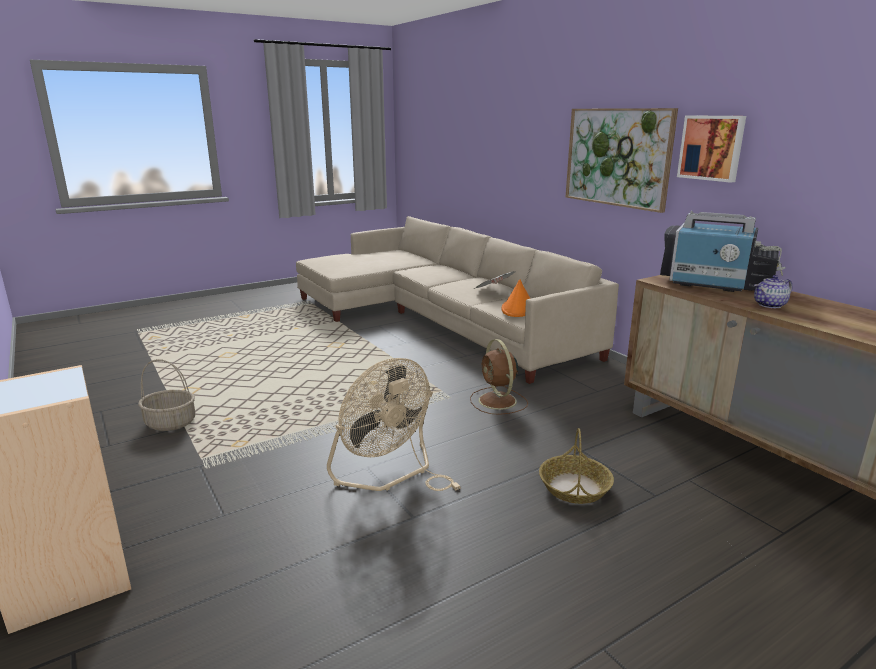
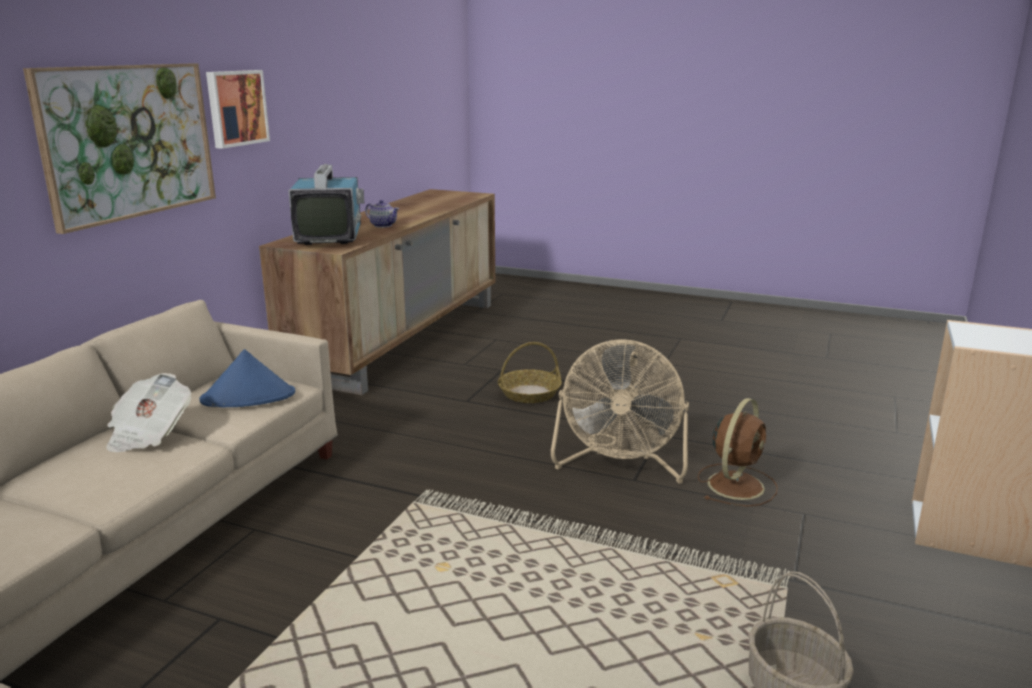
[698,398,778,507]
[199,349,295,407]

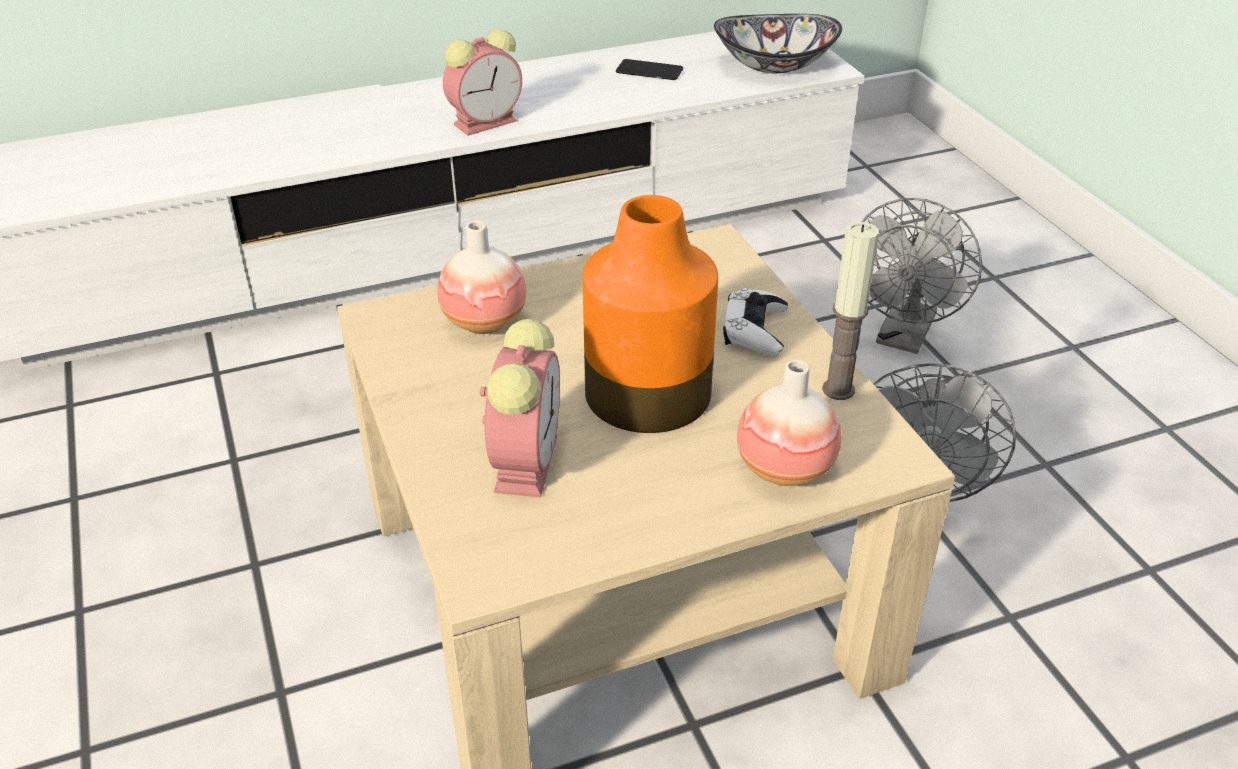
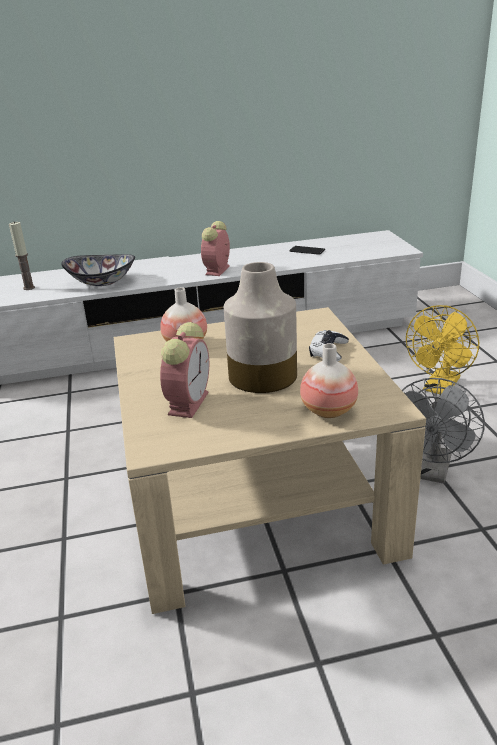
[61,254,135,286]
[9,222,35,290]
[224,262,297,393]
[406,305,479,394]
[201,221,230,276]

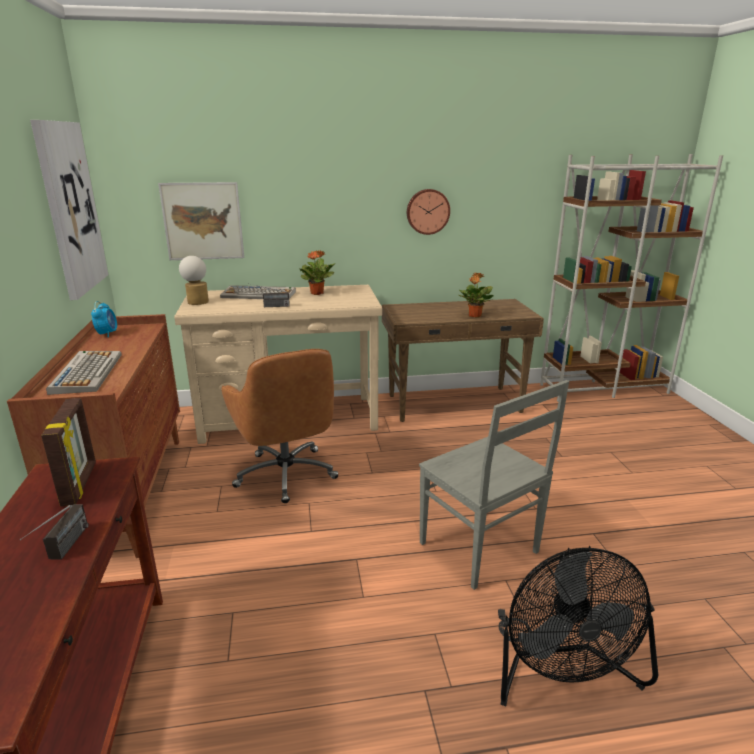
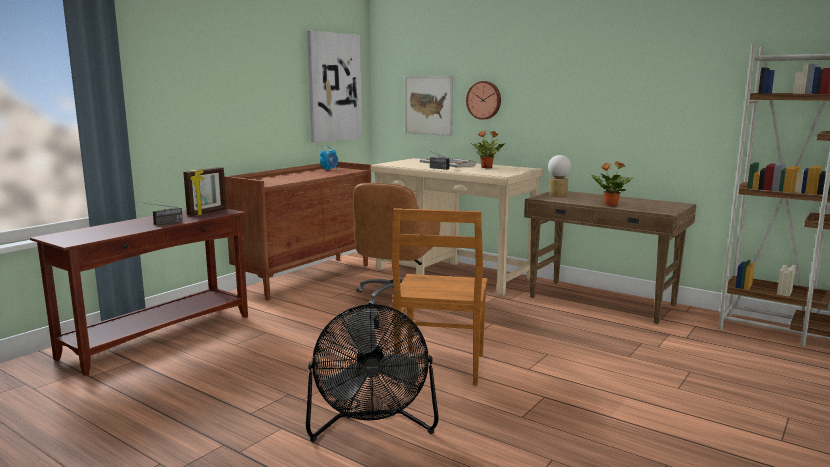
[46,351,121,395] (first image)
[548,155,571,197]
[466,81,501,120]
[392,208,487,385]
[306,304,439,442]

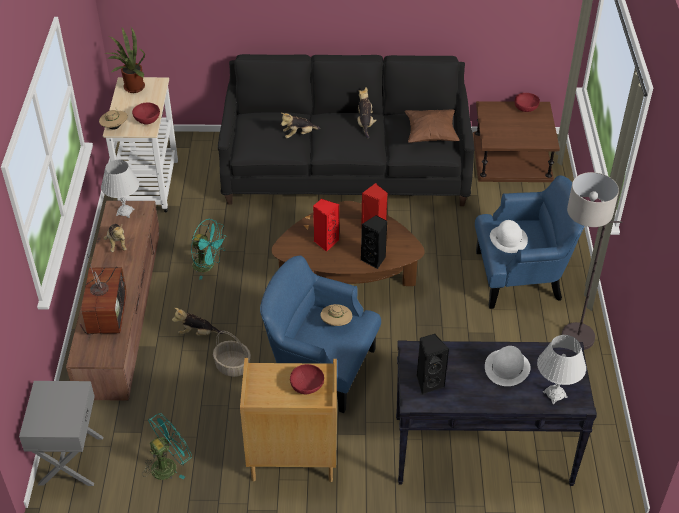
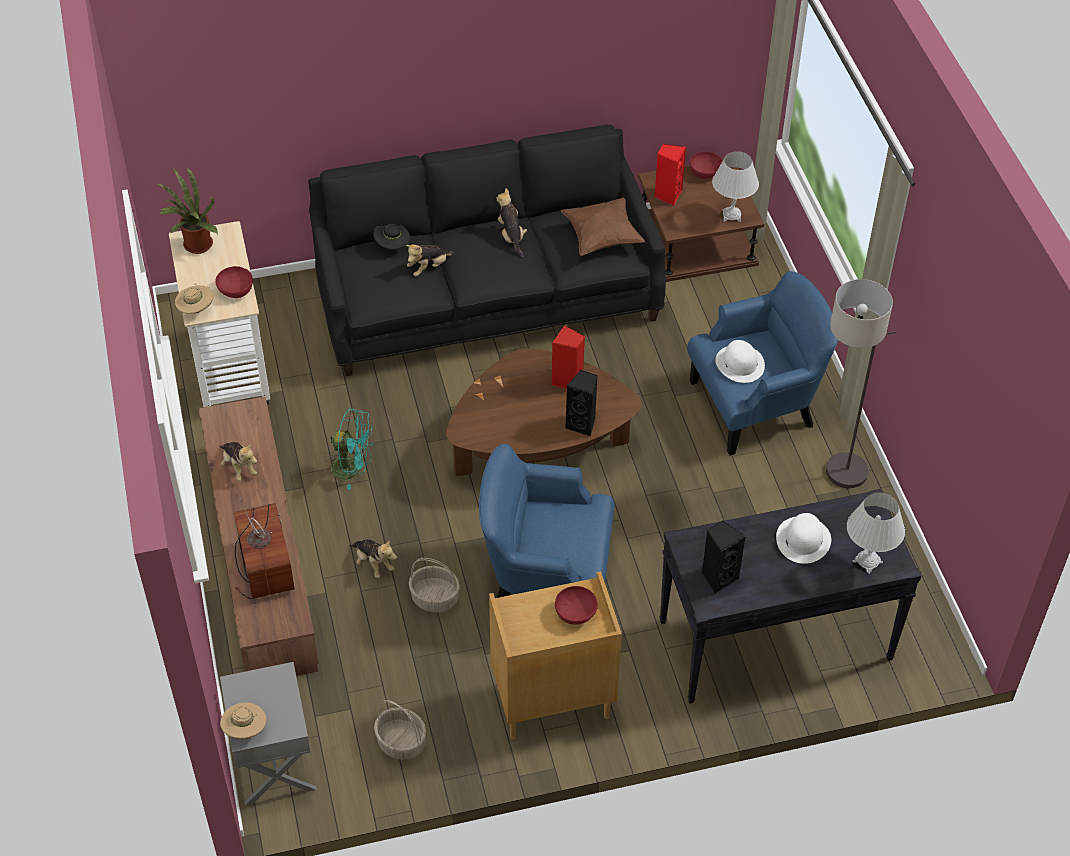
[373,224,410,250]
[712,151,759,222]
[654,144,686,206]
[220,702,267,739]
[374,700,426,760]
[349,540,397,578]

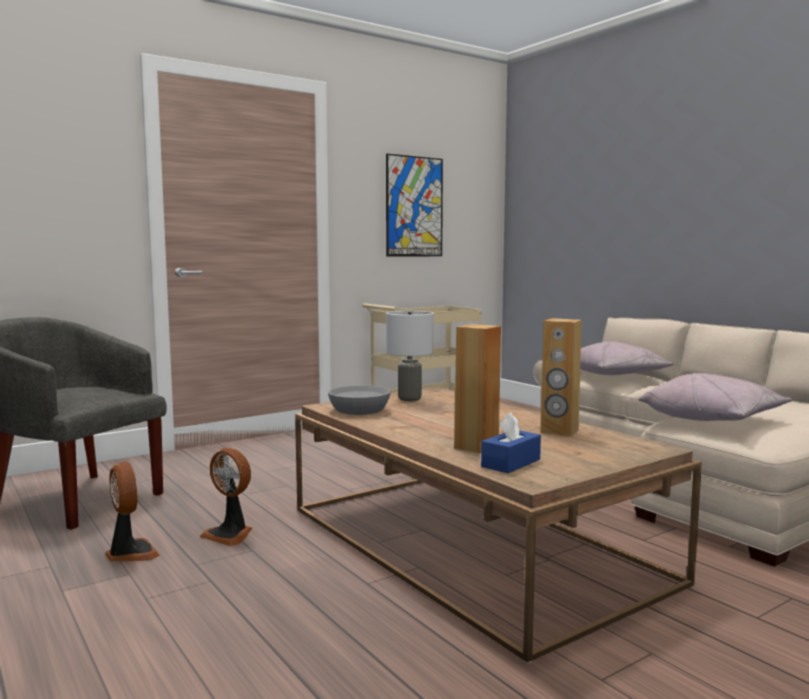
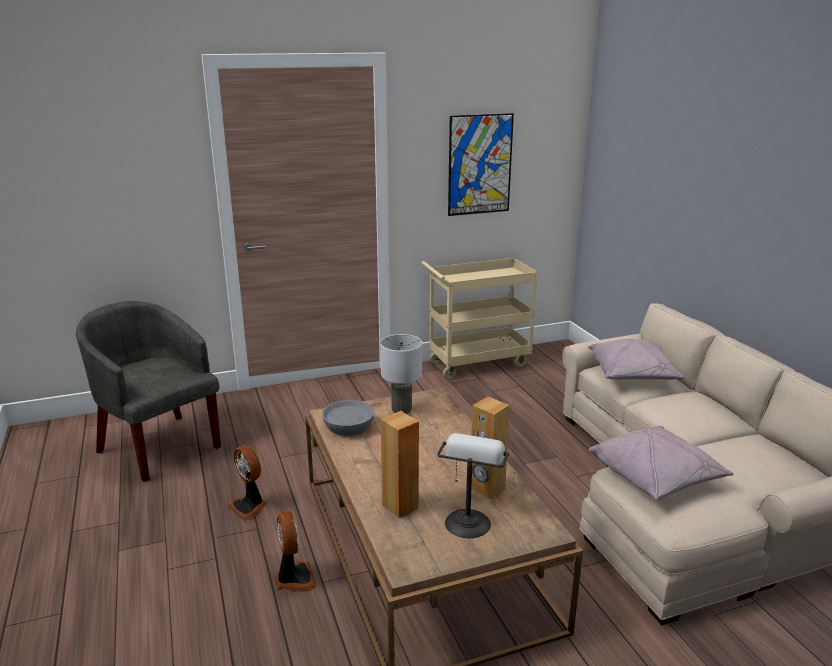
[481,412,541,473] (first image)
[437,433,509,538]
[275,511,317,592]

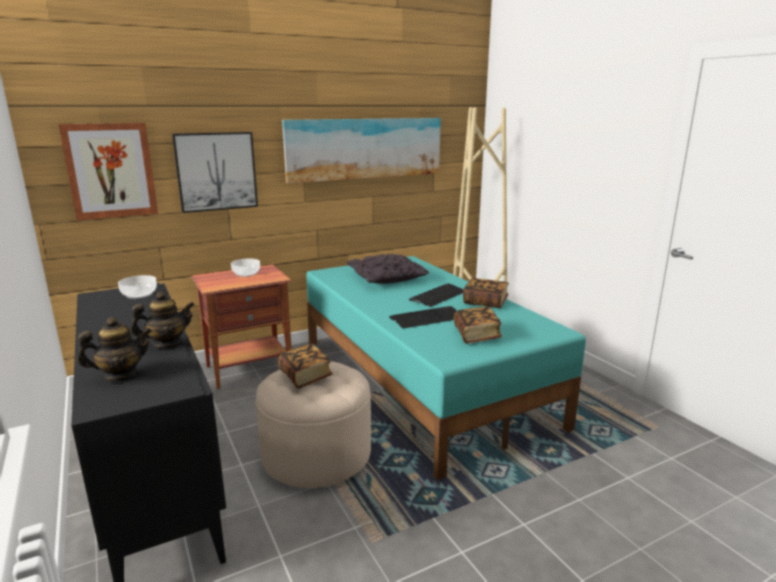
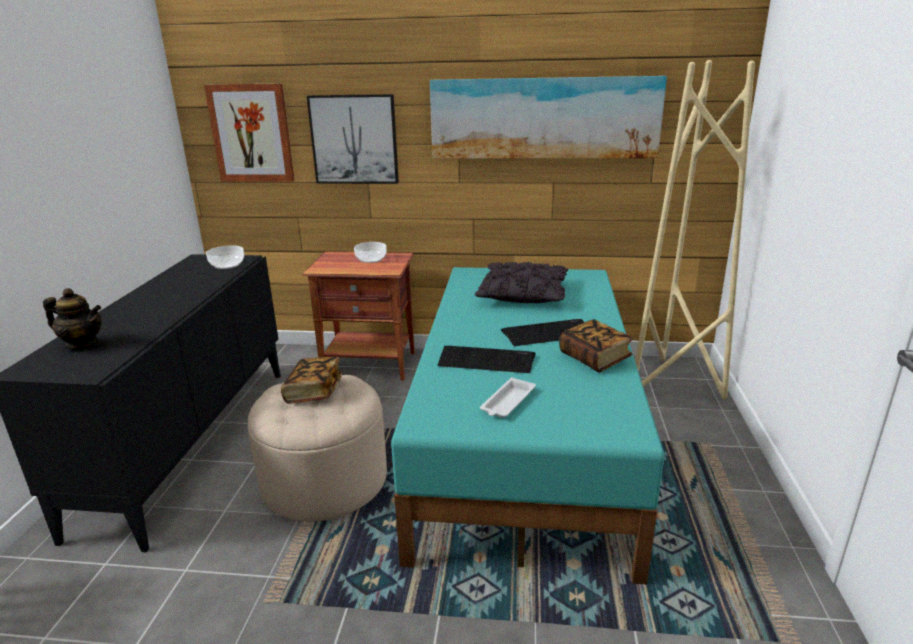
[131,292,195,349] (first image)
[480,377,536,418]

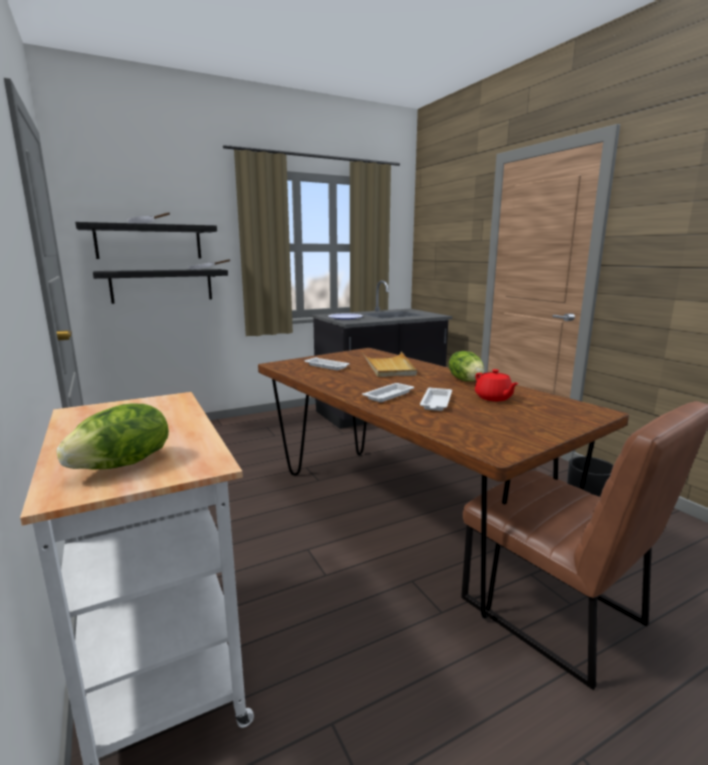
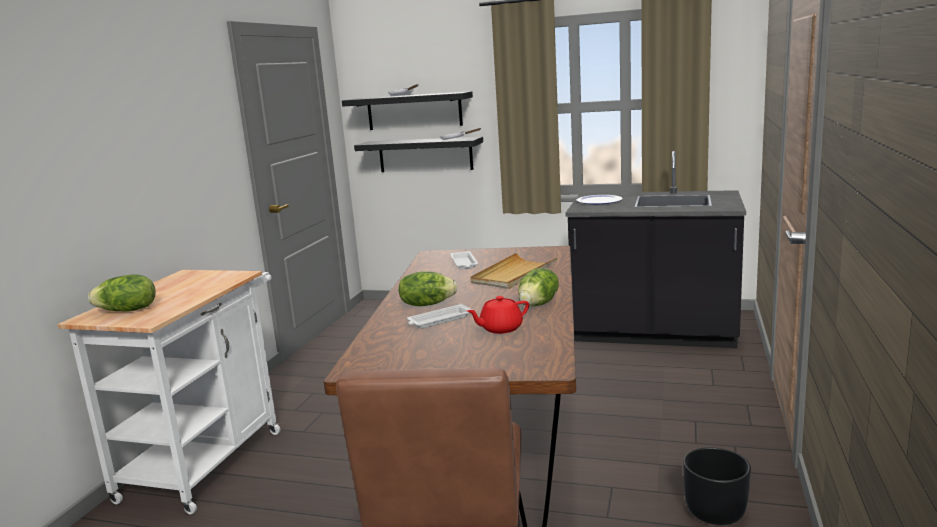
[399,271,457,306]
[467,296,529,334]

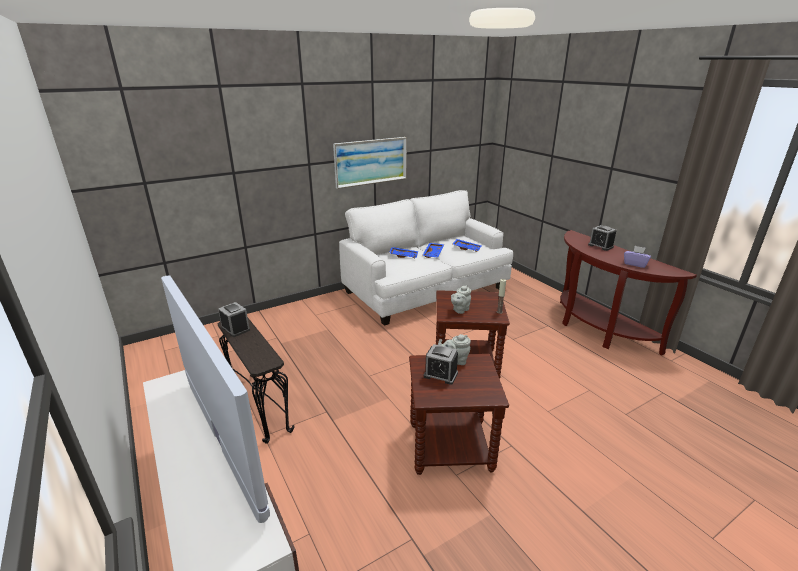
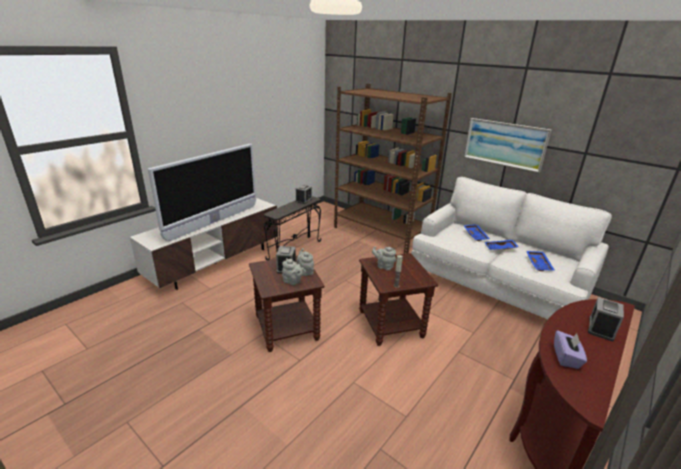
[282,258,306,285]
[334,84,452,254]

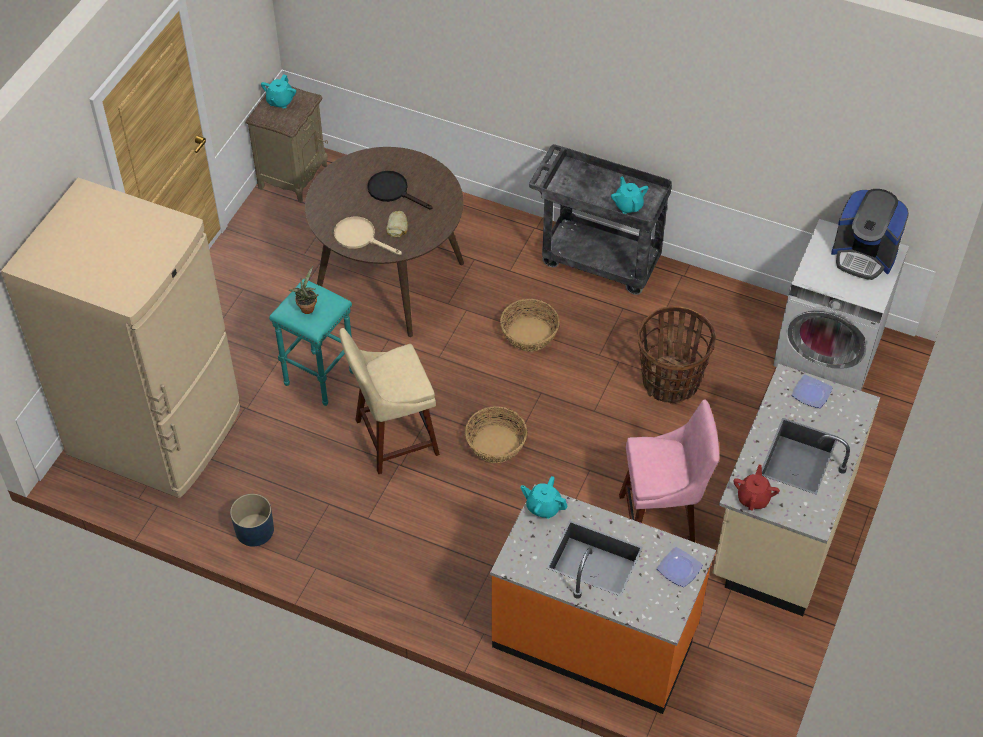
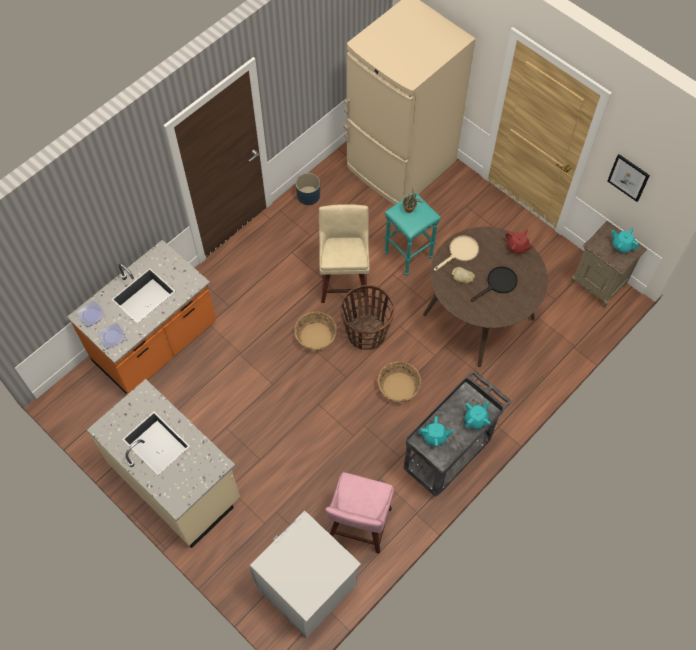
[831,189,909,280] (first image)
[607,154,650,202]
[465,401,490,429]
[325,472,394,554]
[340,285,394,350]
[505,229,534,255]
[76,301,106,327]

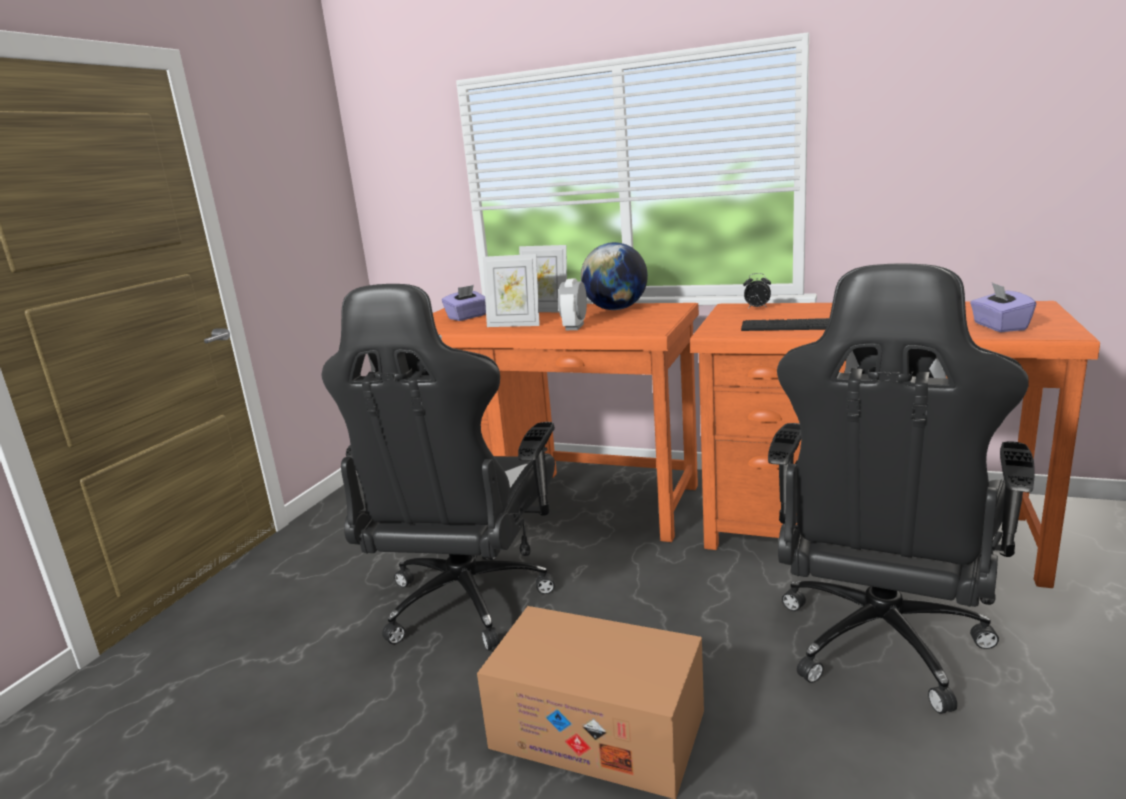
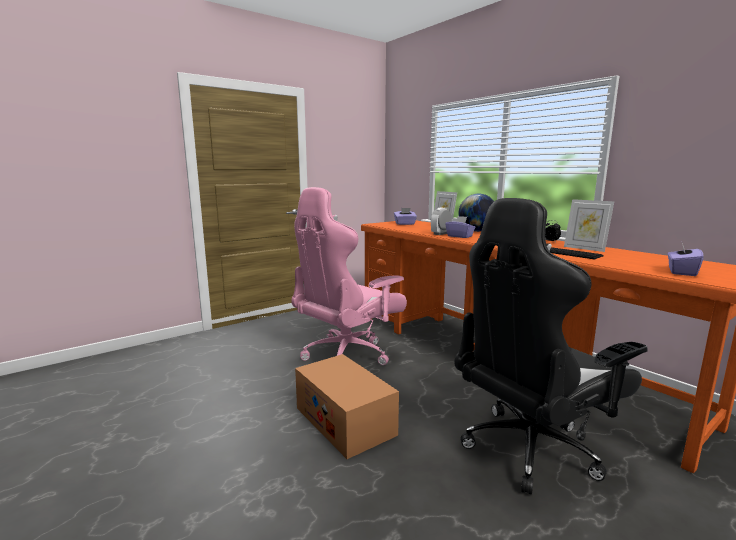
[446,216,475,238]
[564,199,614,252]
[291,187,407,365]

